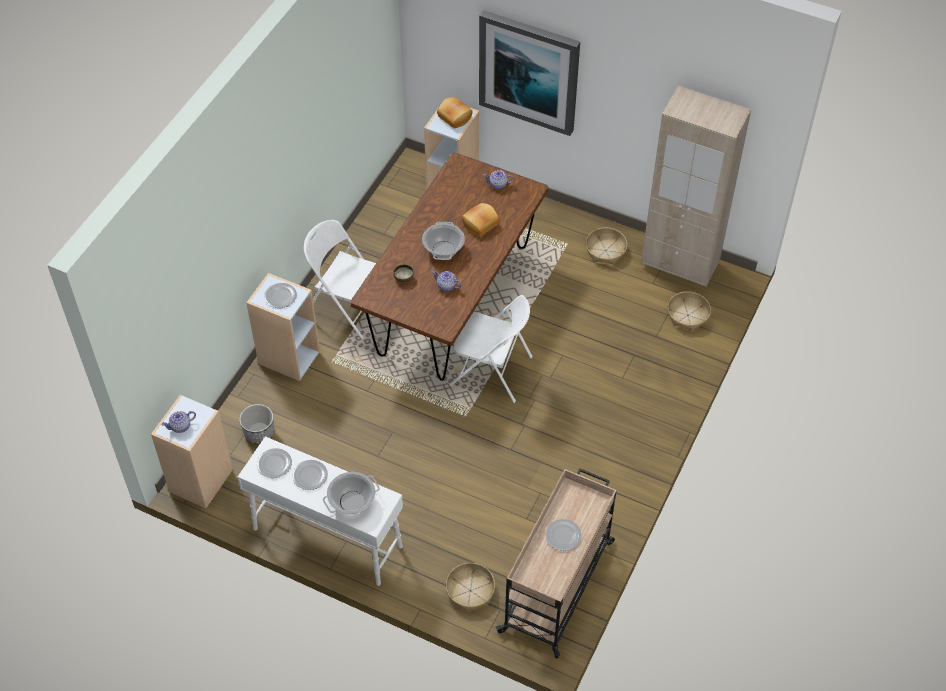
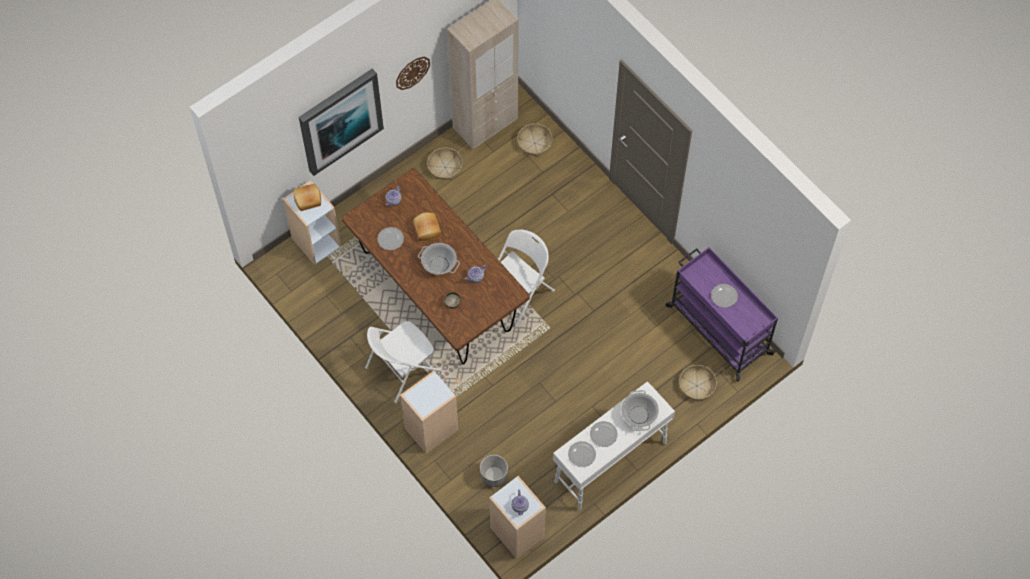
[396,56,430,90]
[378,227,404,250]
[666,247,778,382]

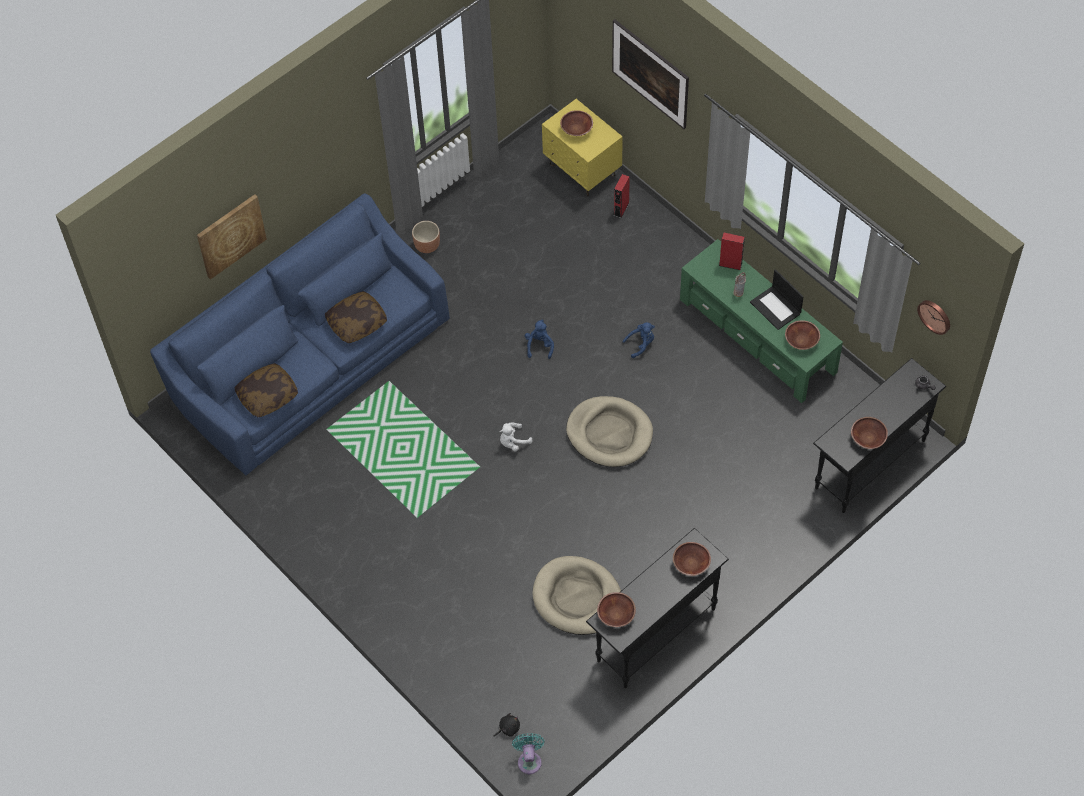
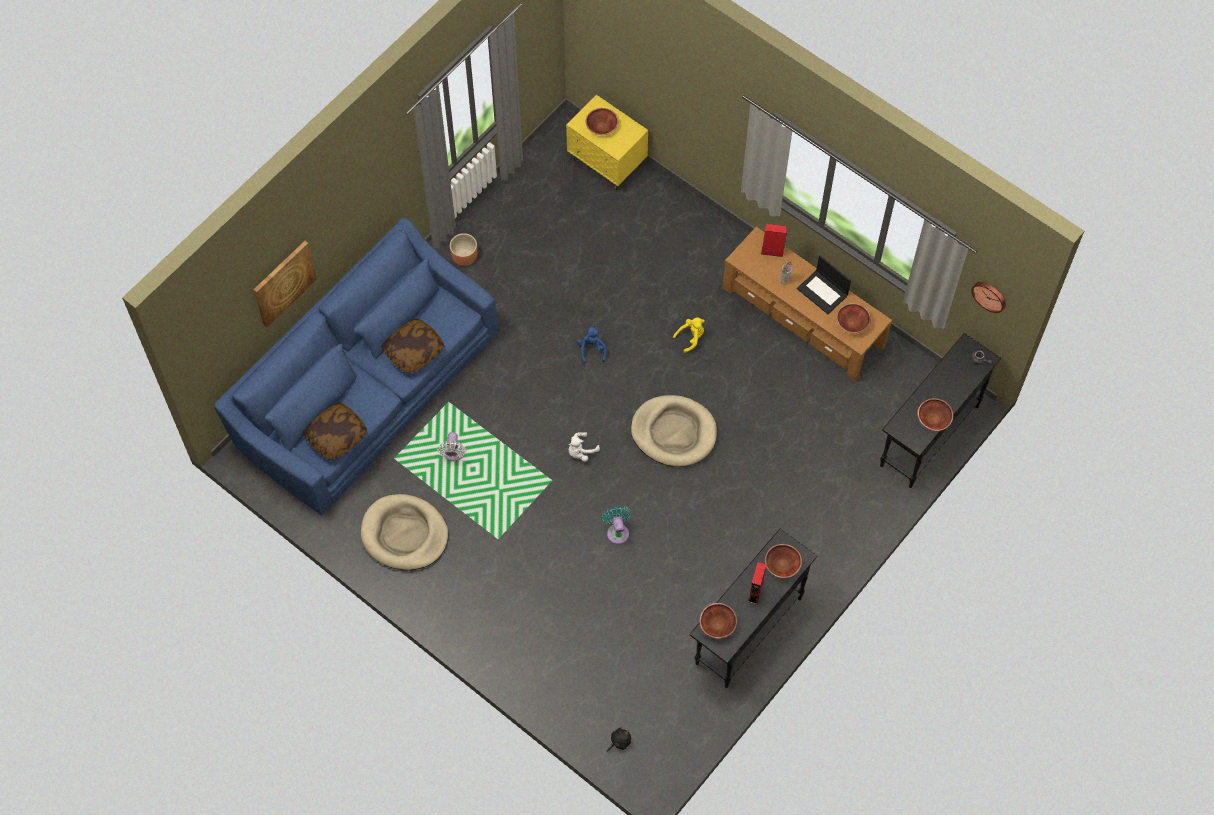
[612,19,689,129] (first image)
[437,432,466,461]
[602,506,631,544]
[361,494,448,570]
[748,562,767,604]
[673,317,705,353]
[722,227,892,381]

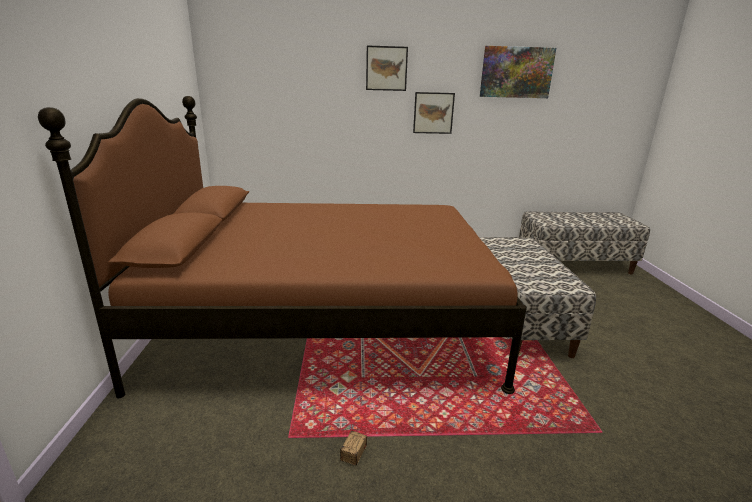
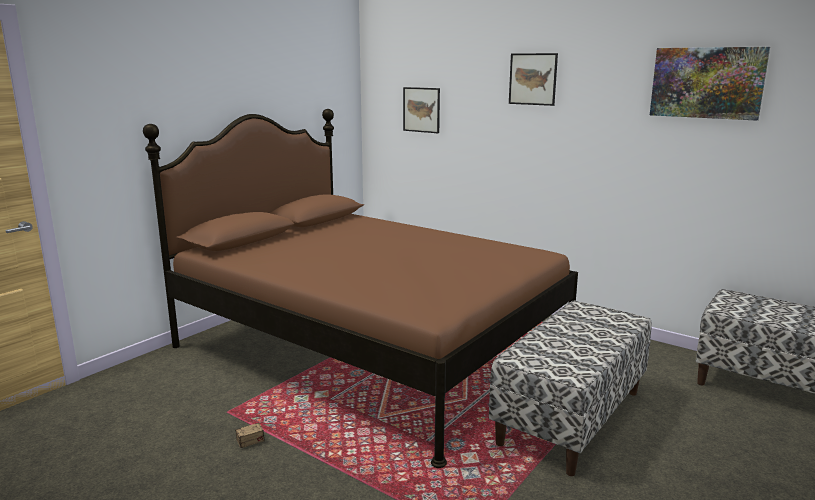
[403,87,440,133]

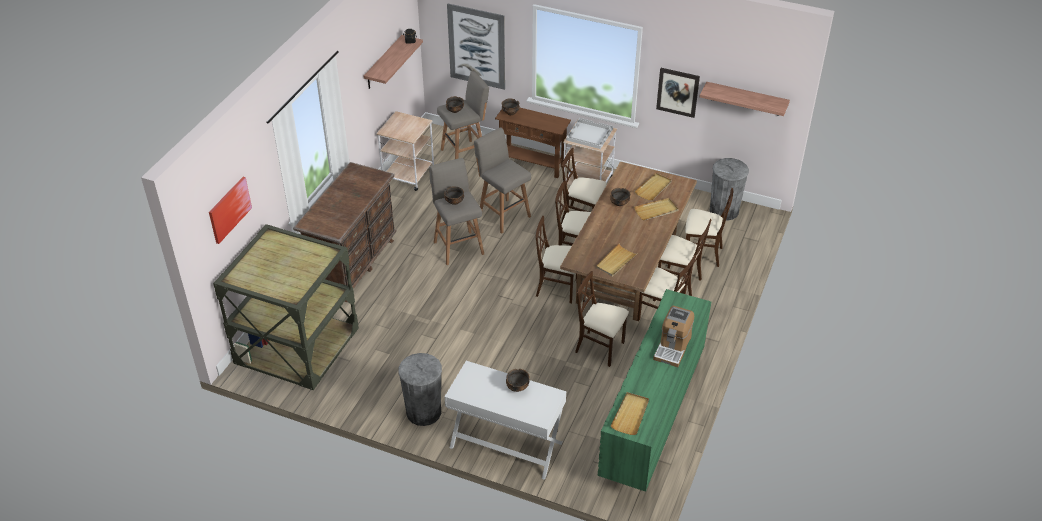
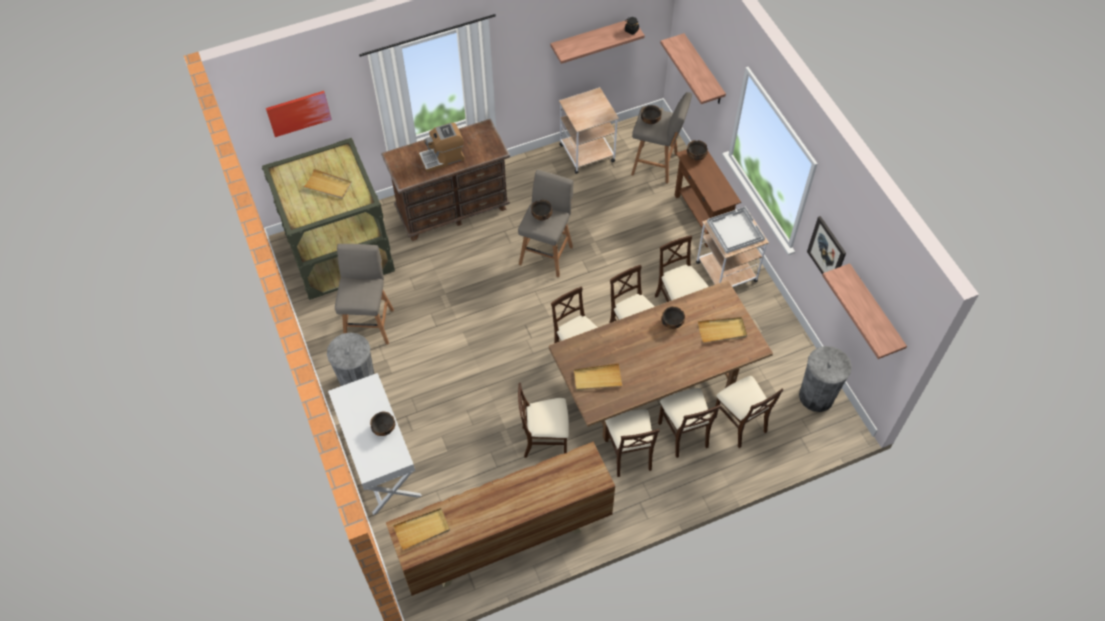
[335,244,394,344]
[302,169,352,199]
[419,123,465,172]
[660,33,726,104]
[386,441,615,596]
[518,383,569,458]

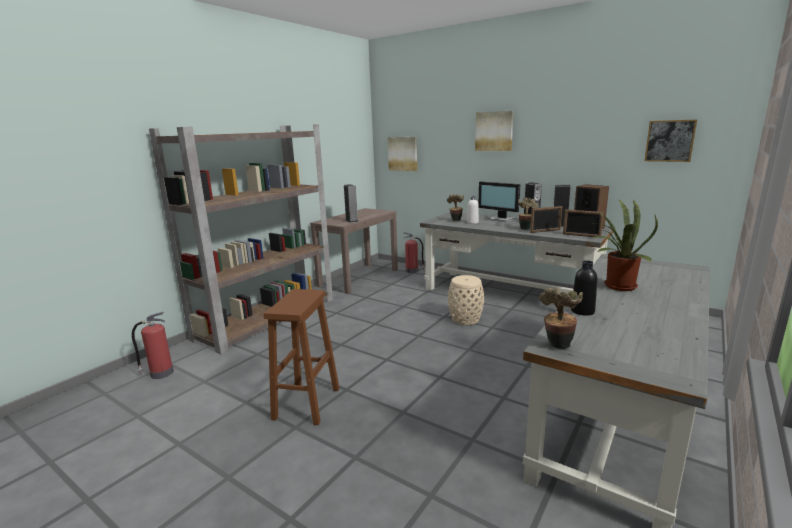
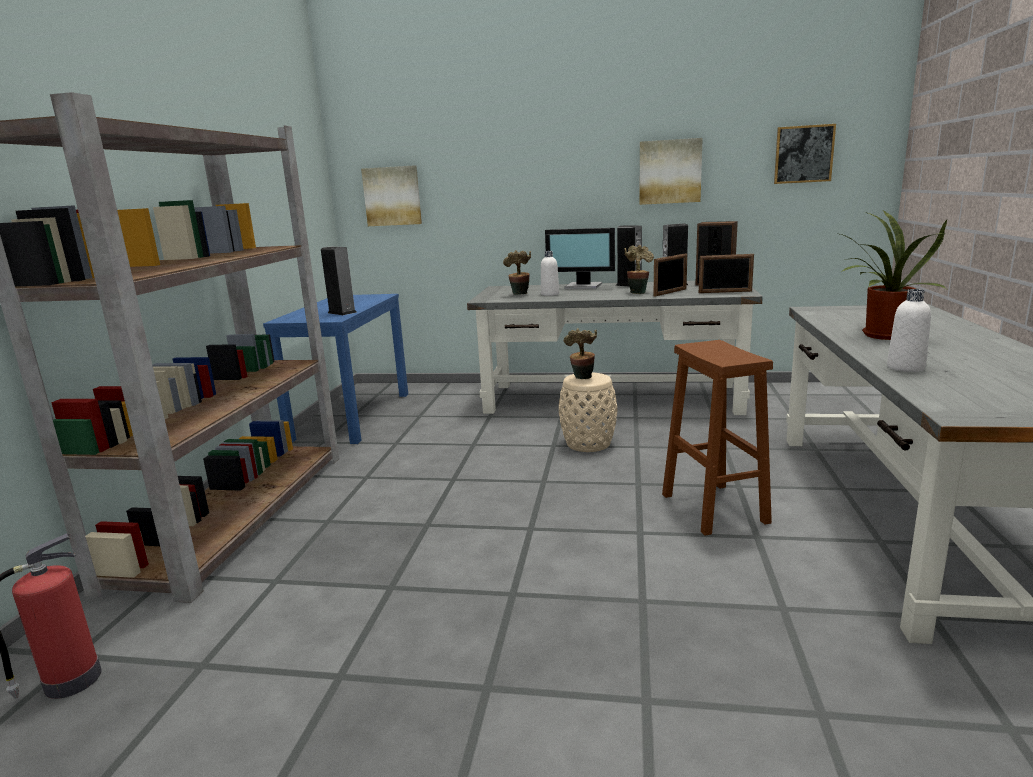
[404,232,425,273] (first image)
[662,340,773,536]
[639,138,703,205]
[564,328,597,379]
[263,294,408,444]
[887,289,931,372]

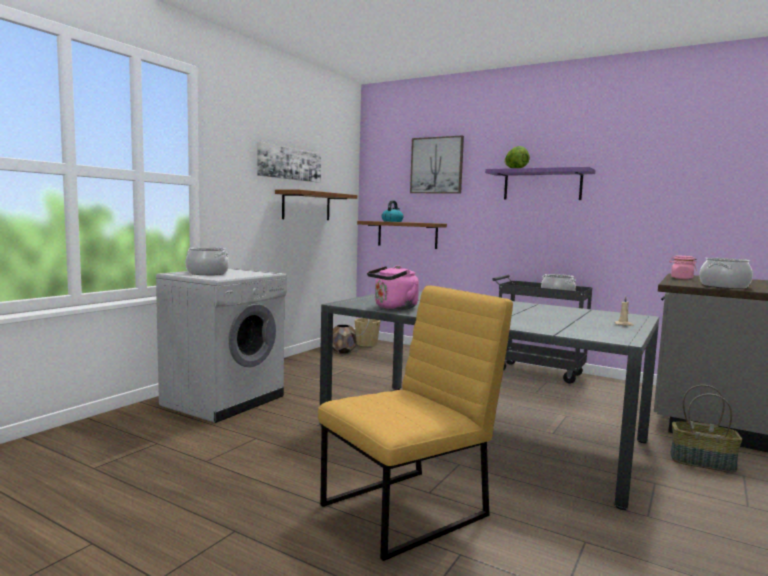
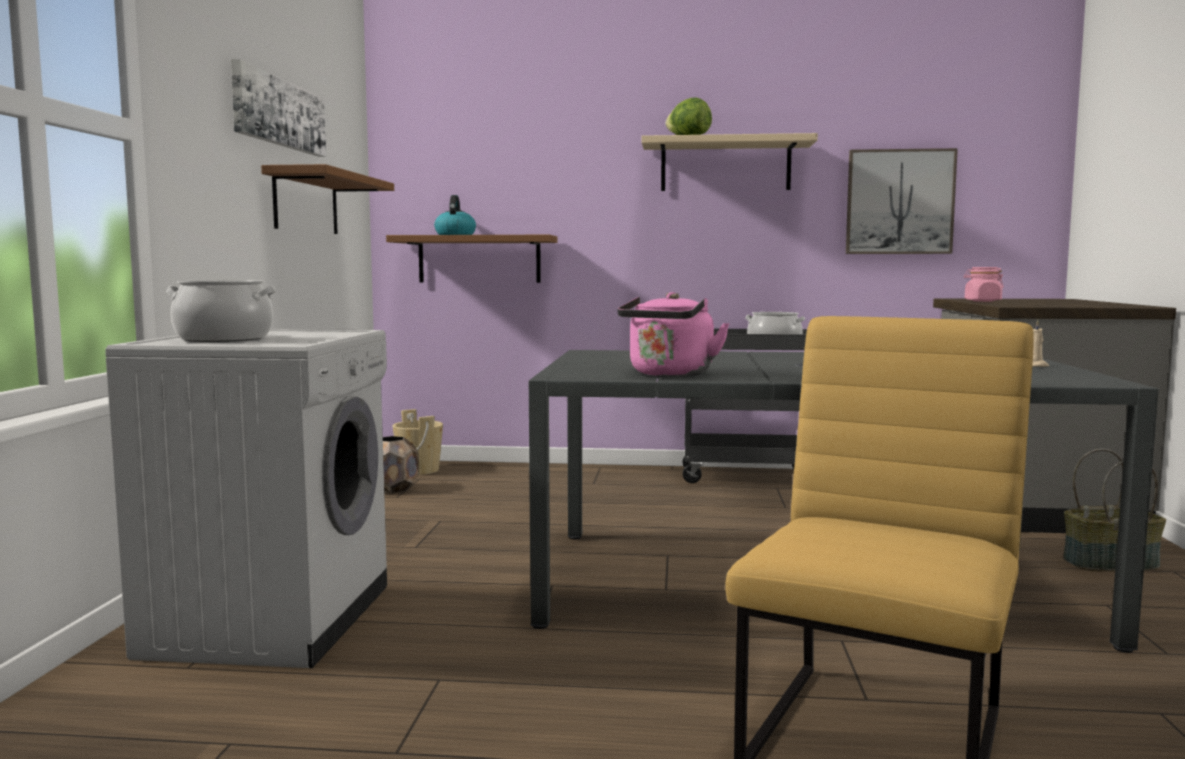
[699,258,753,289] (first image)
[846,148,958,254]
[641,133,818,191]

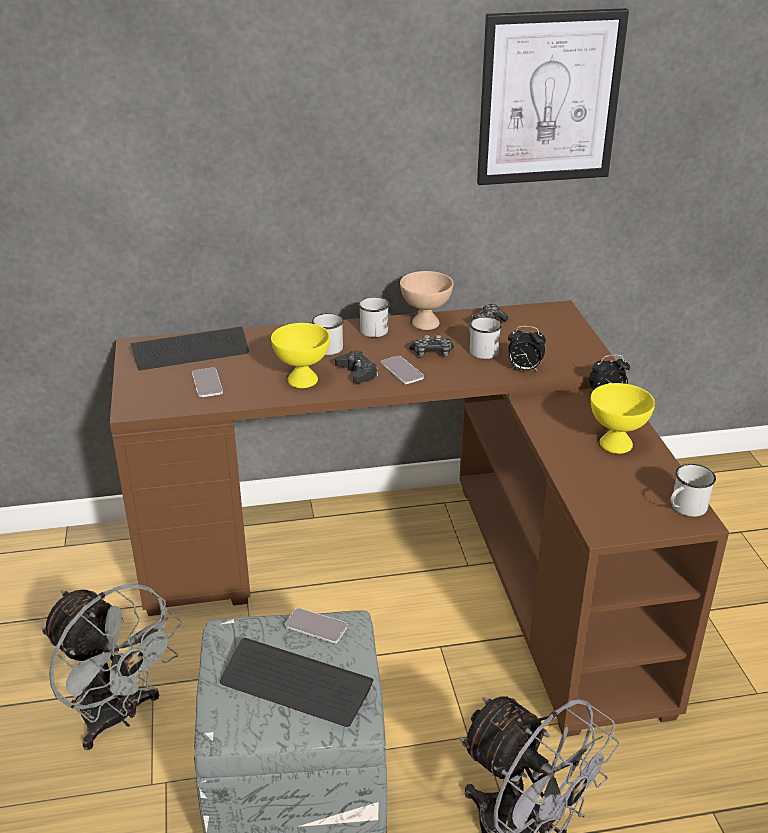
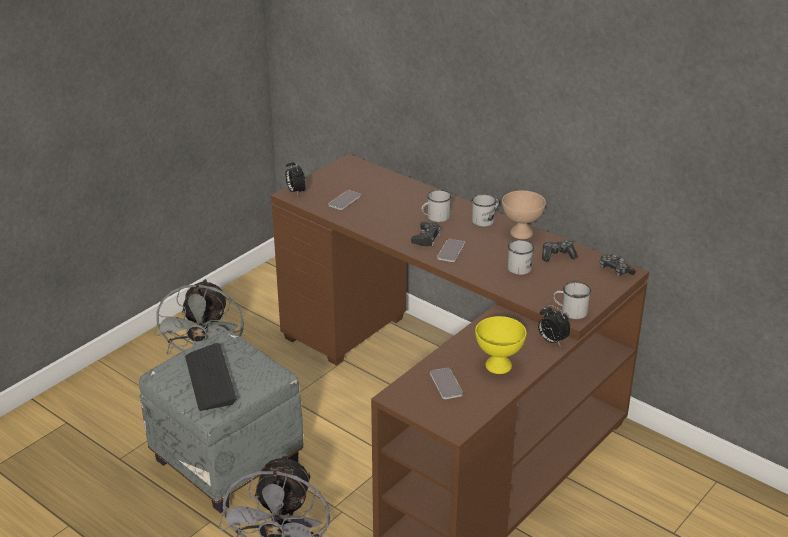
[131,326,249,370] (first image)
[271,323,330,388] (first image)
[477,8,629,185] (first image)
[430,368,463,399]
[600,254,636,277]
[285,159,306,195]
[553,282,591,319]

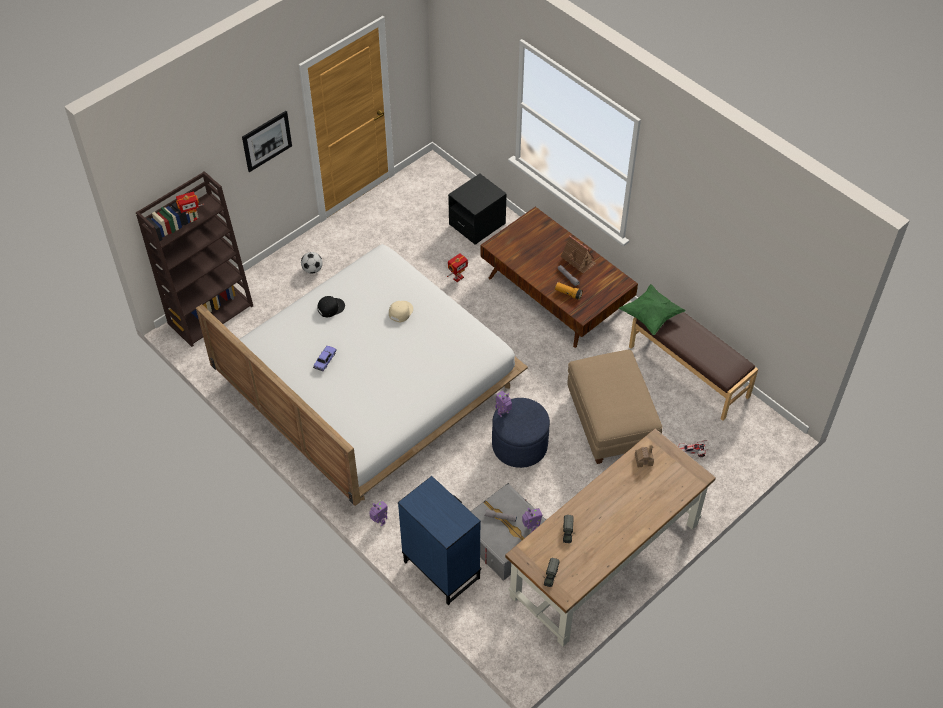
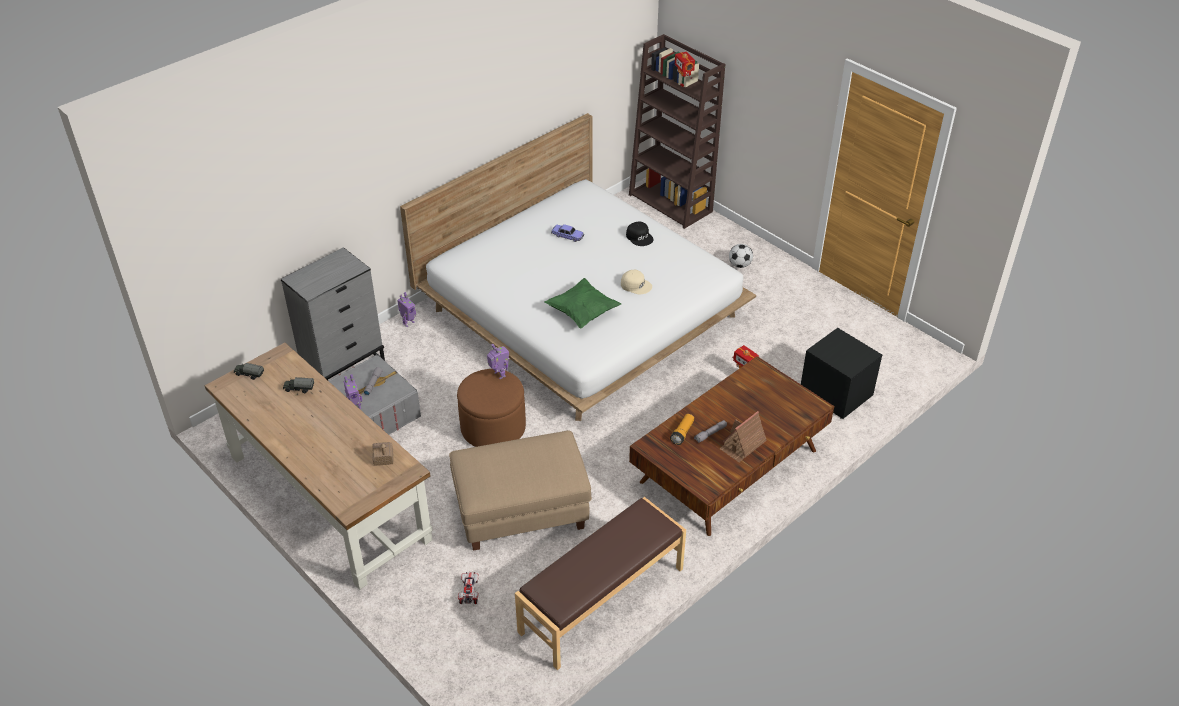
[242,111,292,172] (first image)
[545,278,621,329]
[281,247,385,380]
[457,369,526,447]

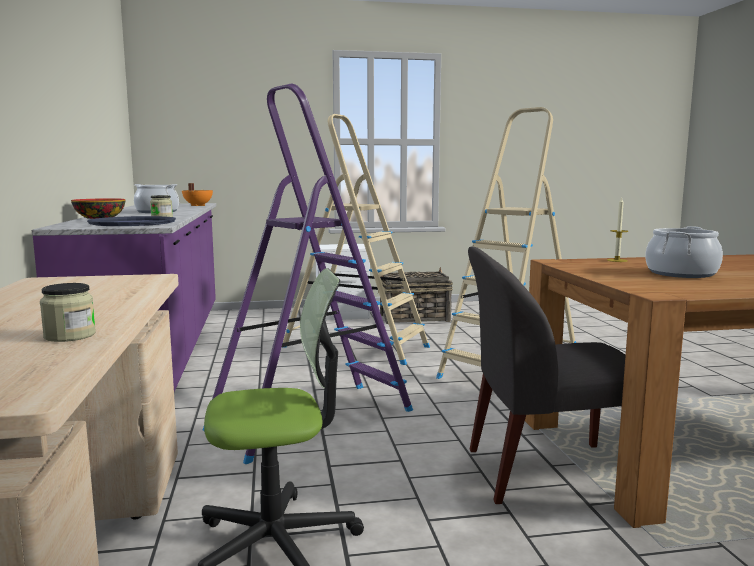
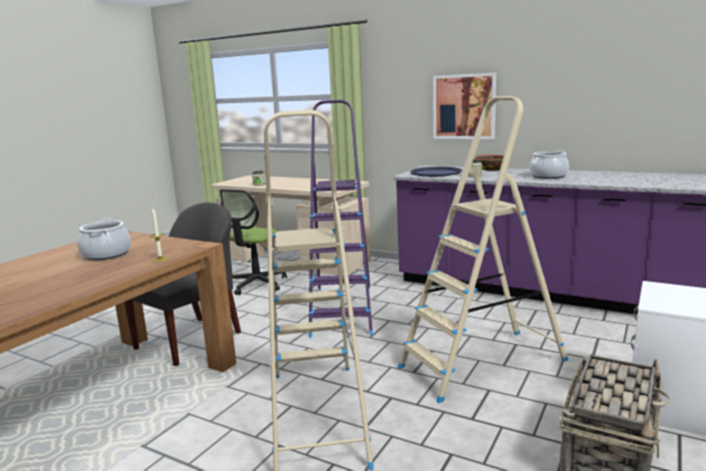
[182,183,213,206] (first image)
[433,73,496,139]

